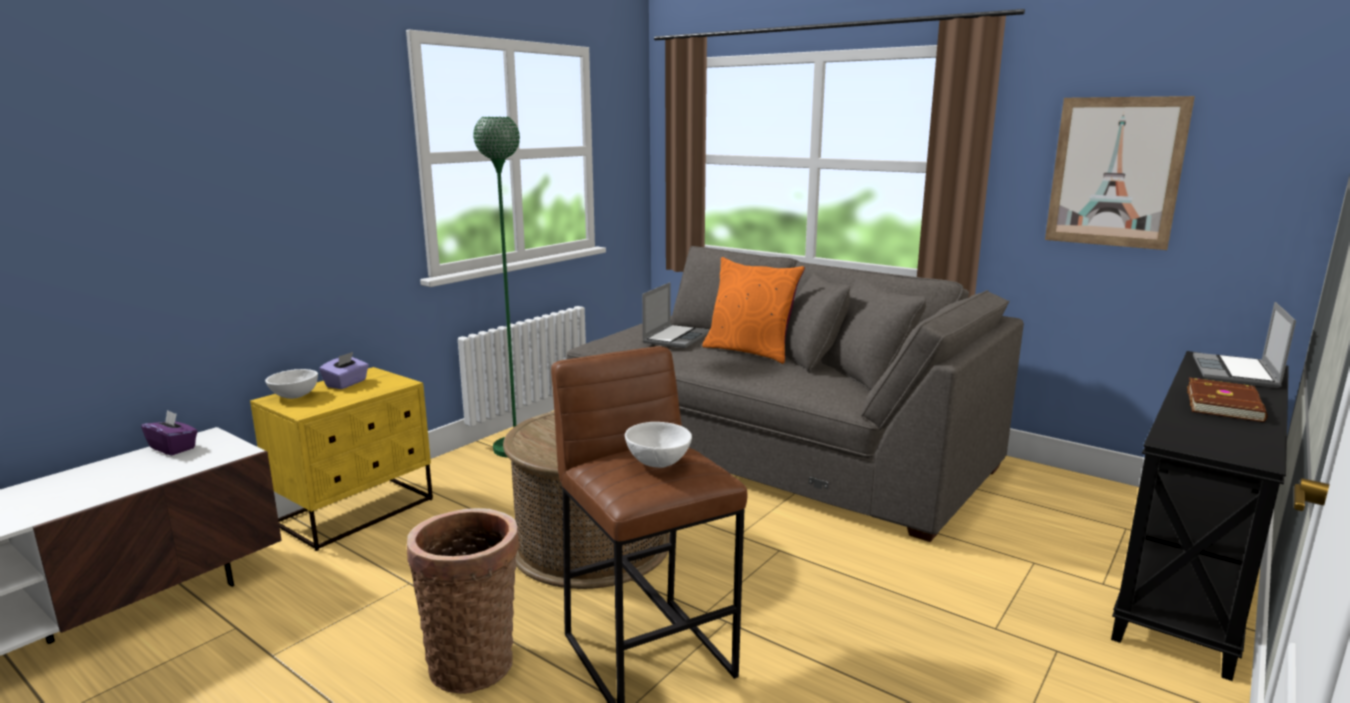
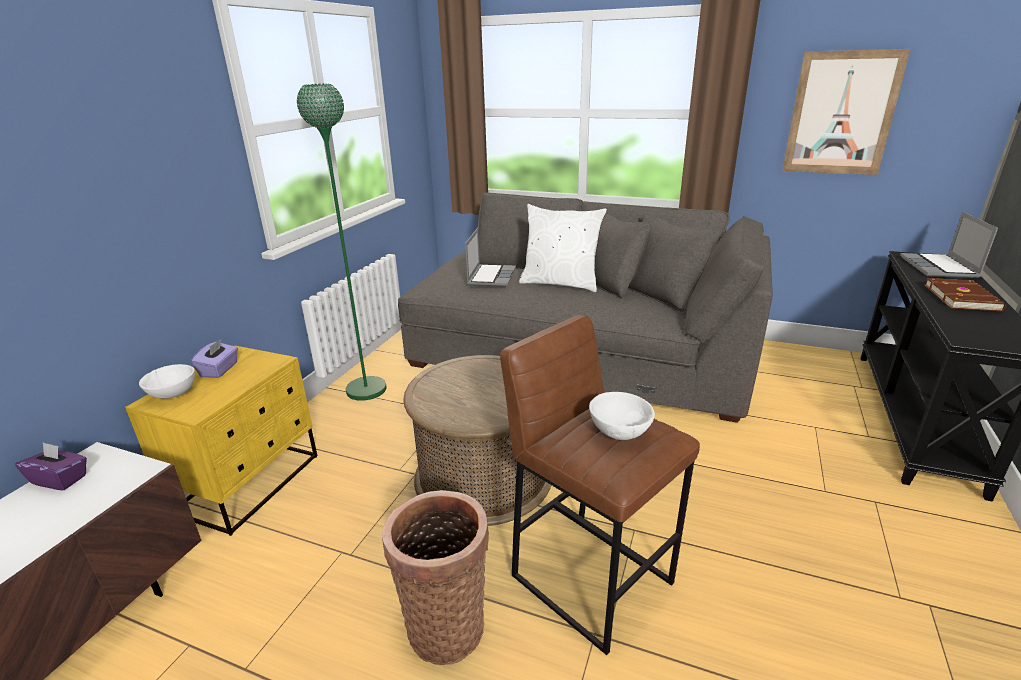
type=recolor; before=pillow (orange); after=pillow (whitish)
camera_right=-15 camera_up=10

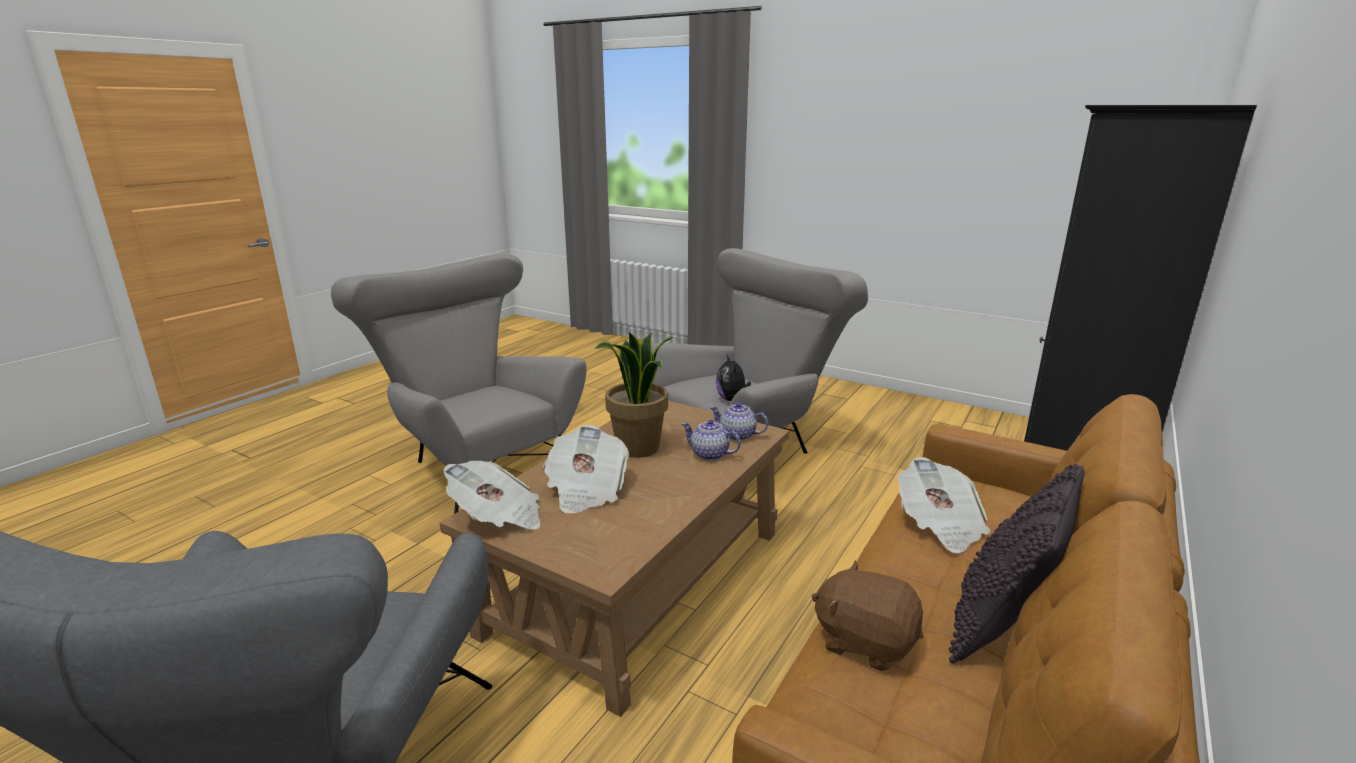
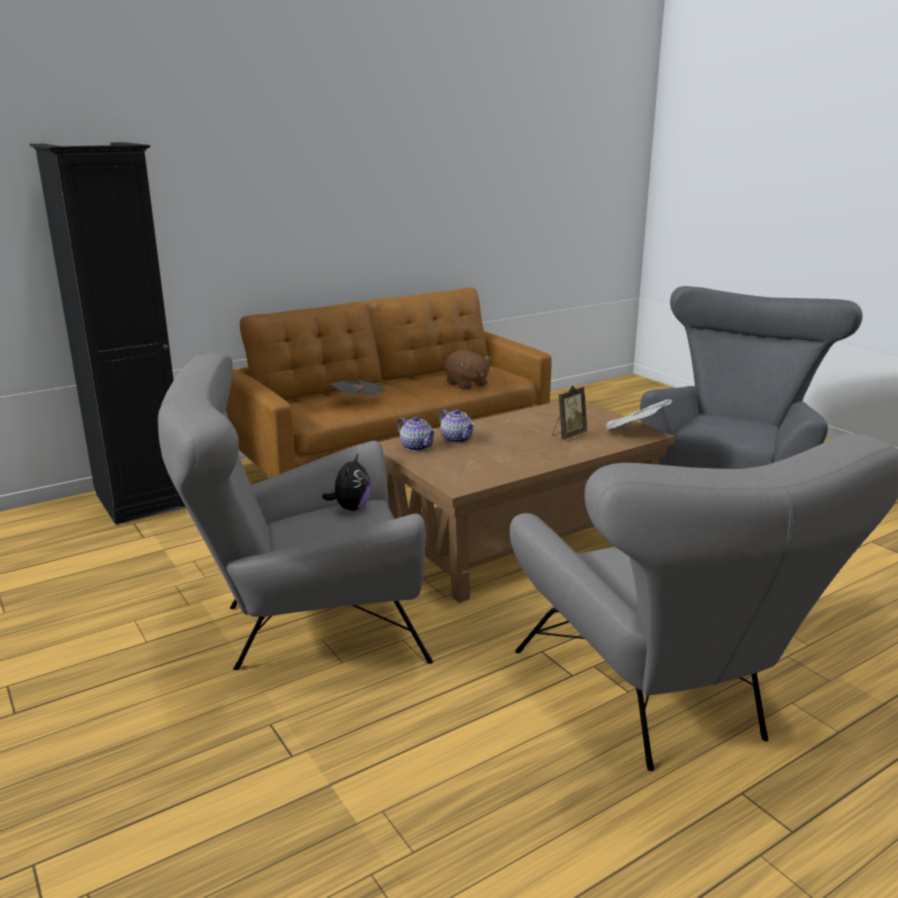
type=delete; before=potted plant
type=delete; before=pillow (black-coloured)
type=replace; before=printed paper (2nd from left); after=photo frame
camera_right=-155 camera_up=0

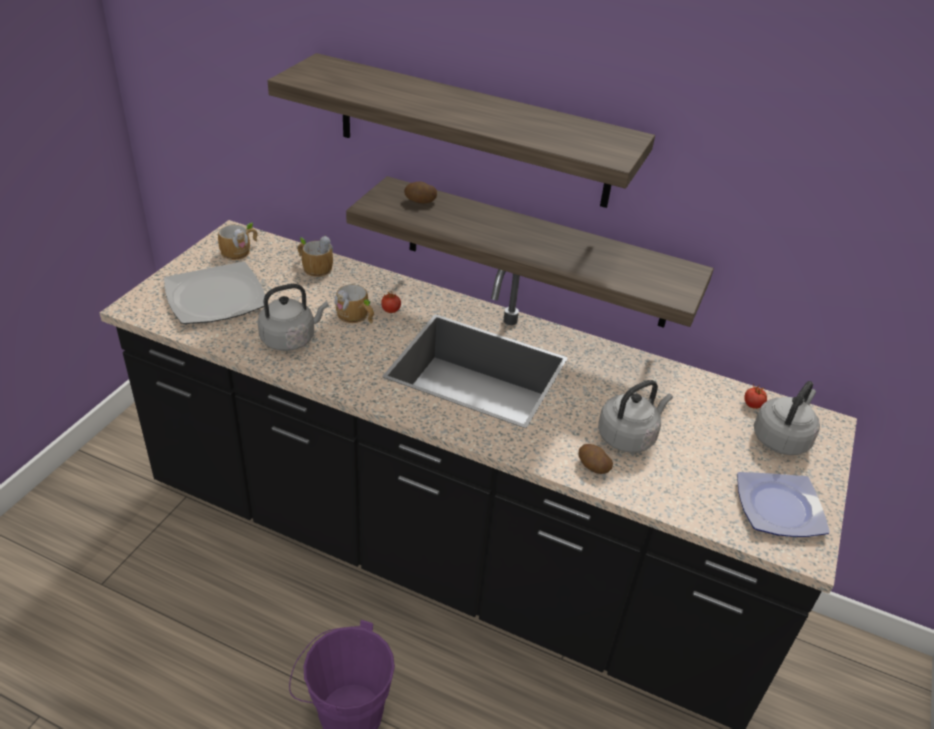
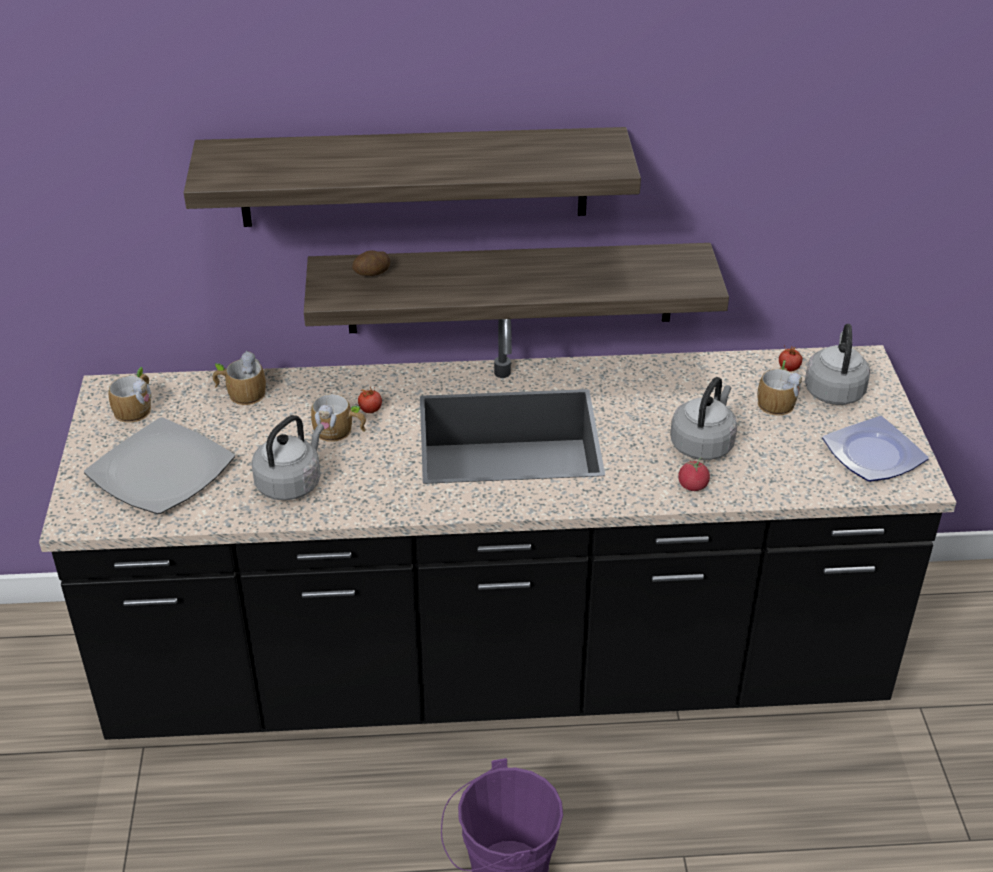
type=insert; after=coffee mug (4th from left)
type=replace; before=spud (2nd from left); after=tomato (2nd from left)
camera_right=-25 camera_up=0

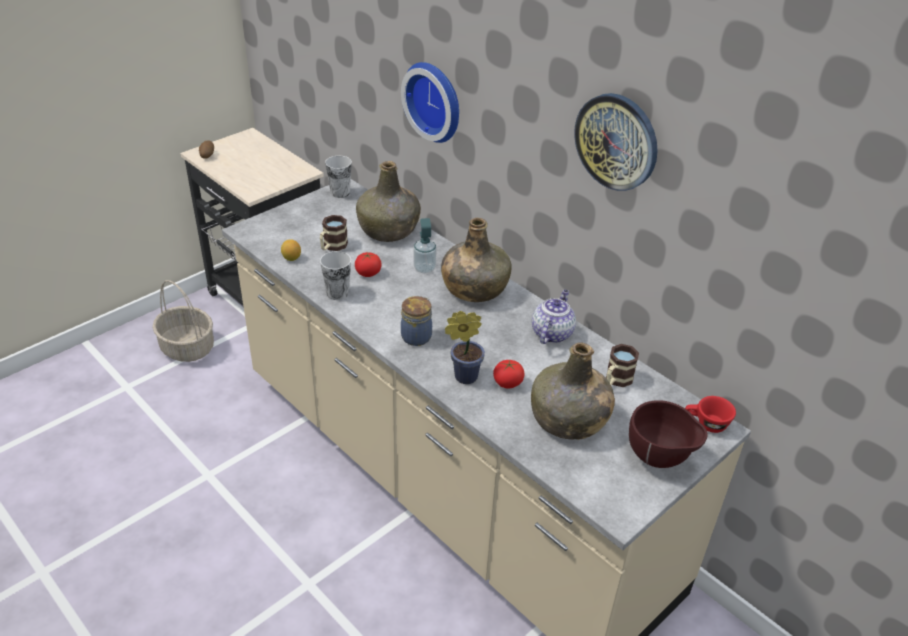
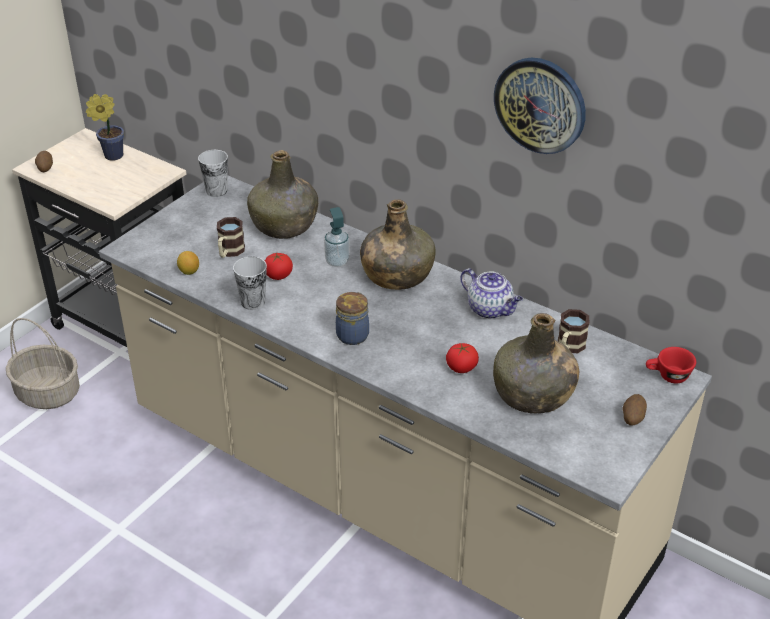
type=delete; before=clock on the wall (1st from left)
type=move; before=potted plant
type=replace; before=bowl (brown-coloured); after=spud (2nd from left)
type=rotate; before=pot for tea; turn=120
camera_right=-10 camera_up=0

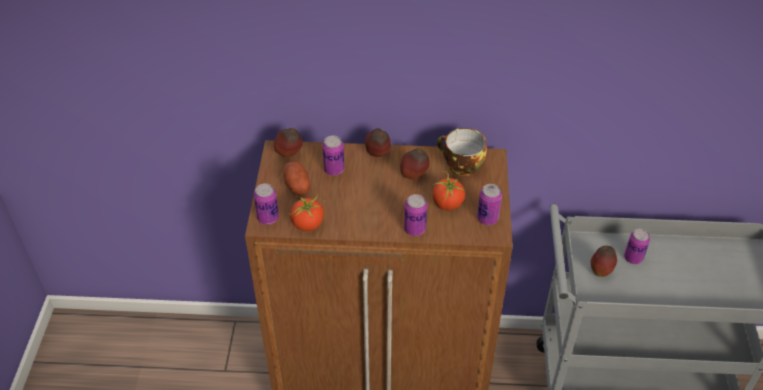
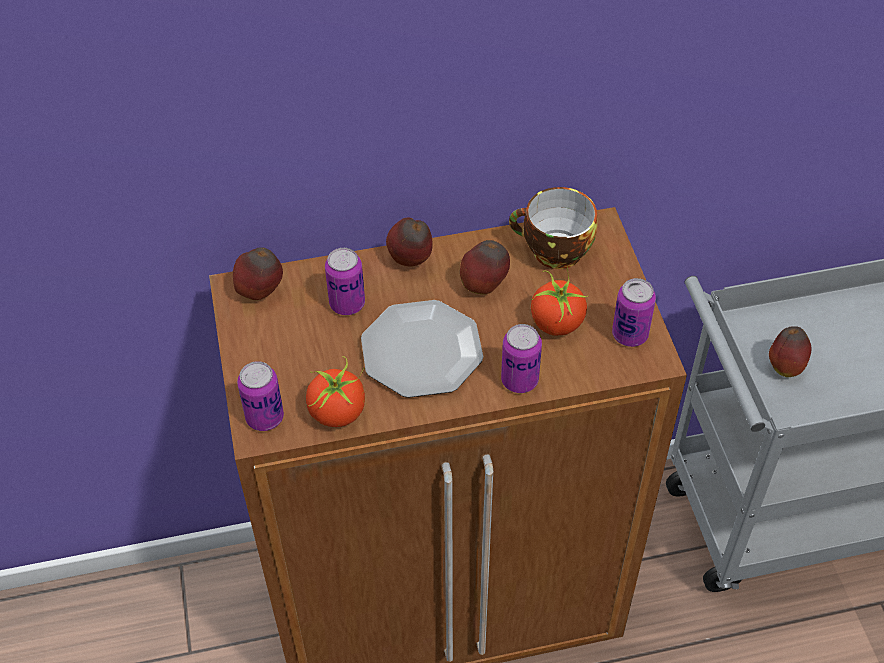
type=delete; before=spud
type=delete; before=sealed can (5th from left)
type=insert; after=plate
camera_right=-15 camera_up=5

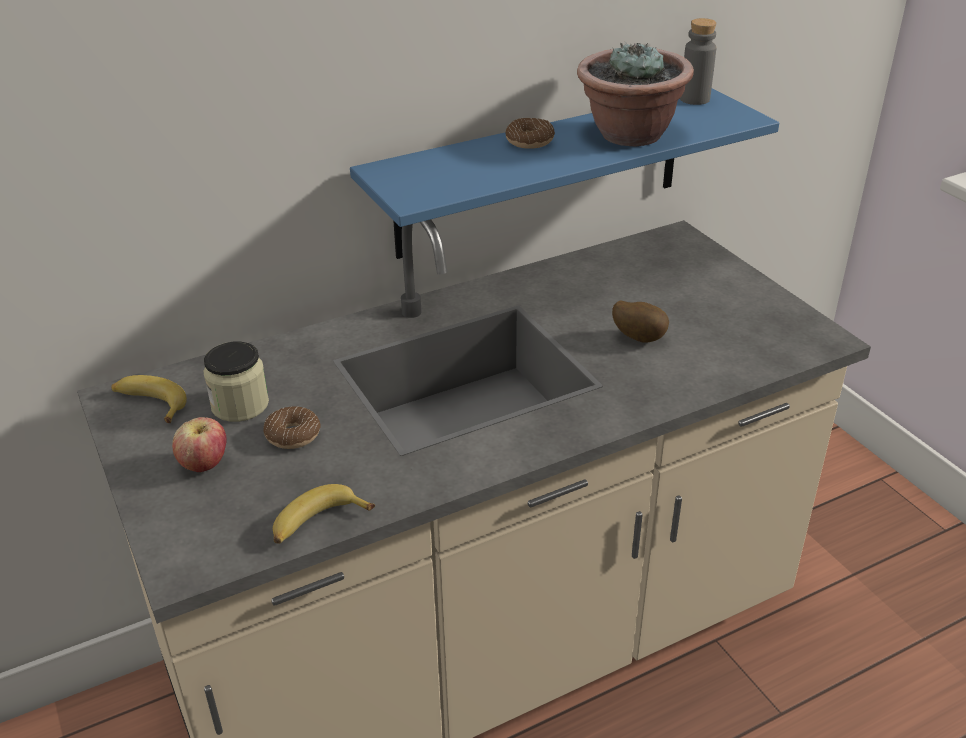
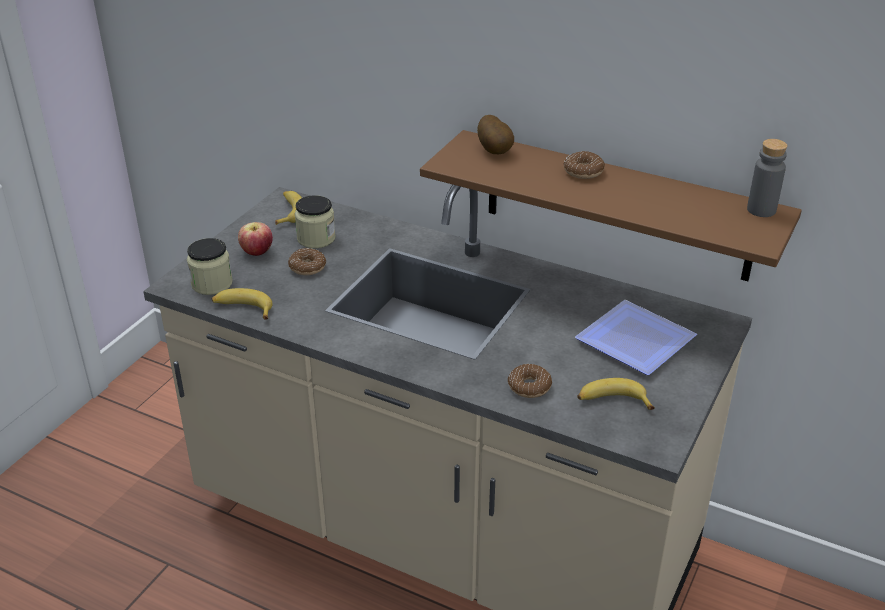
type=delete; before=potted plant
type=insert; after=storage jar (1st from left)
type=insert; after=donut (2nd from left)
type=insert; after=plate
type=insert; after=whole banana (3rd from left)
type=move; before=spud
type=recolor; before=shelf (blue-coloured); after=shelf (brown-coloured)
camera_right=55 camera_up=0

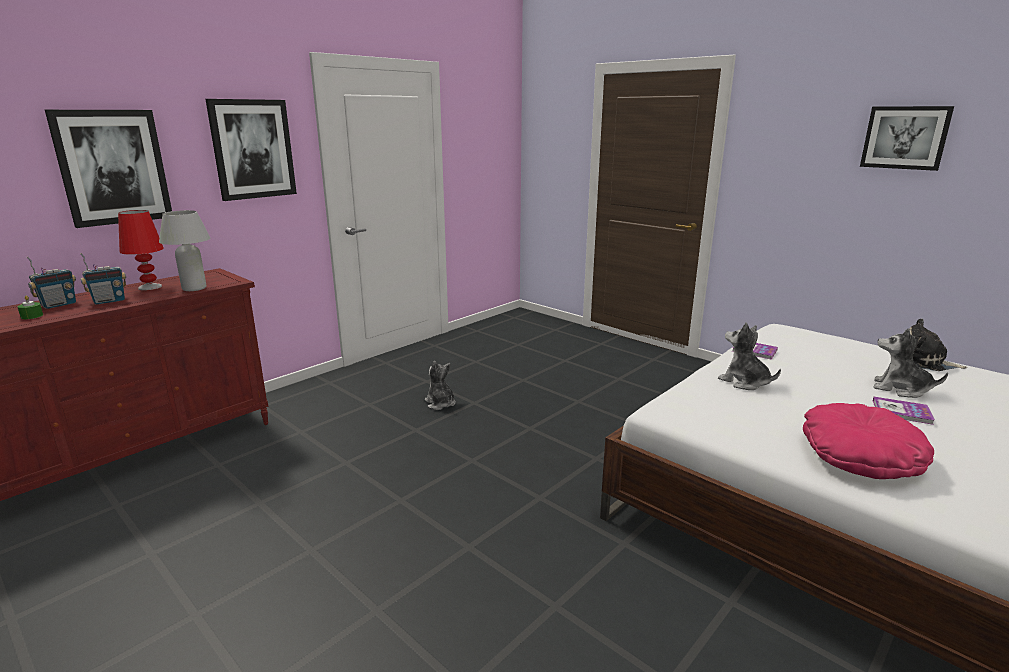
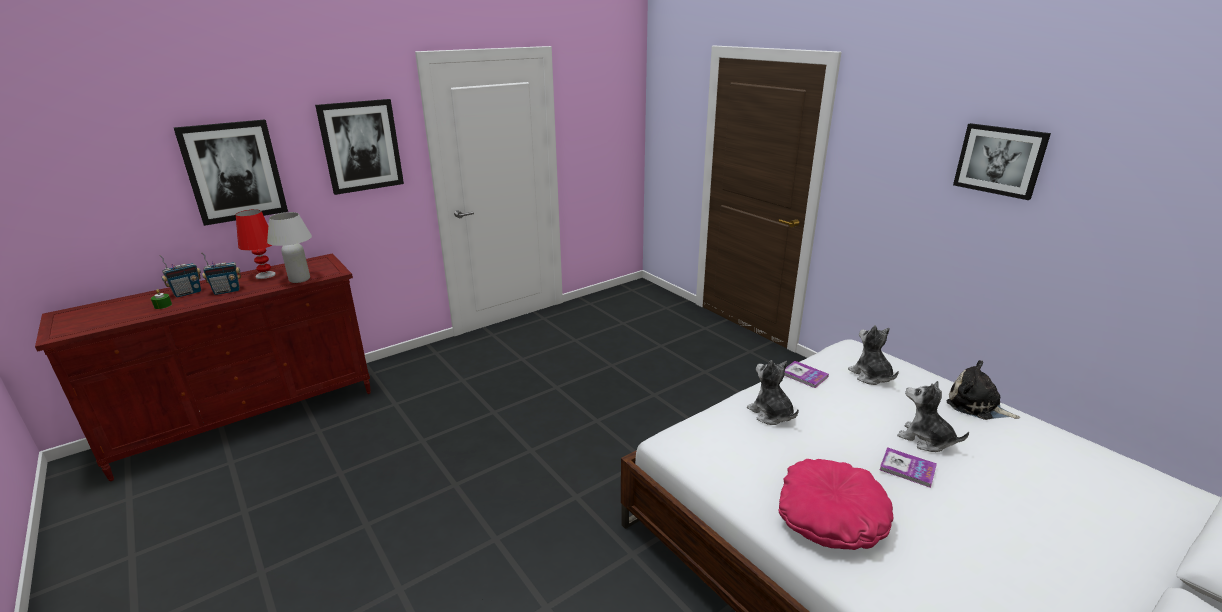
type=move; before=plush toy (1st from left in the first image); after=plush toy (2nd from left)
camera_right=10 camera_up=5

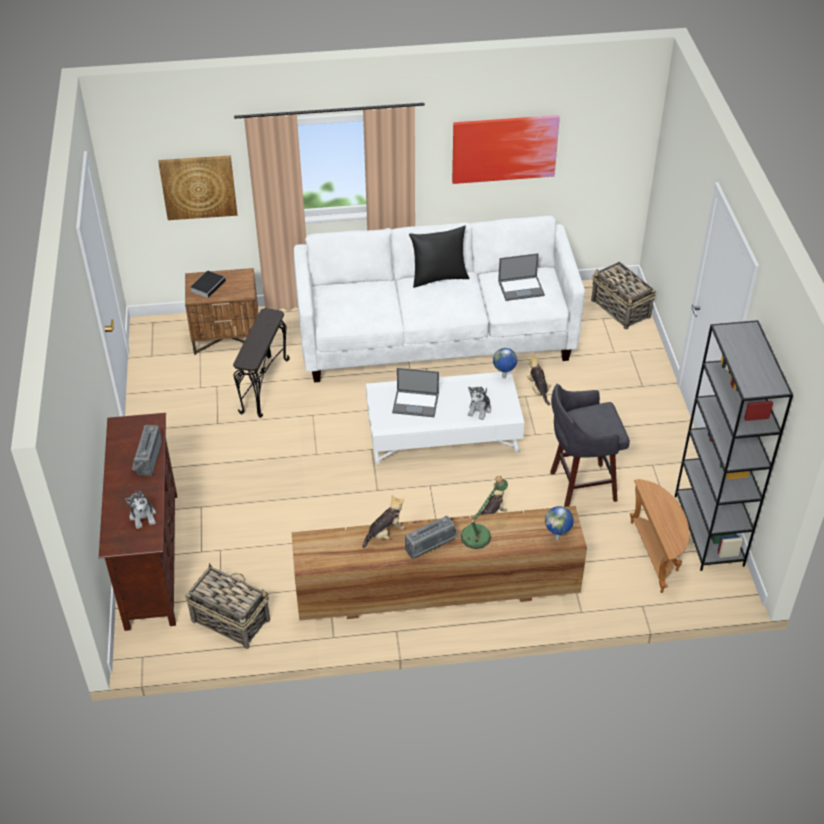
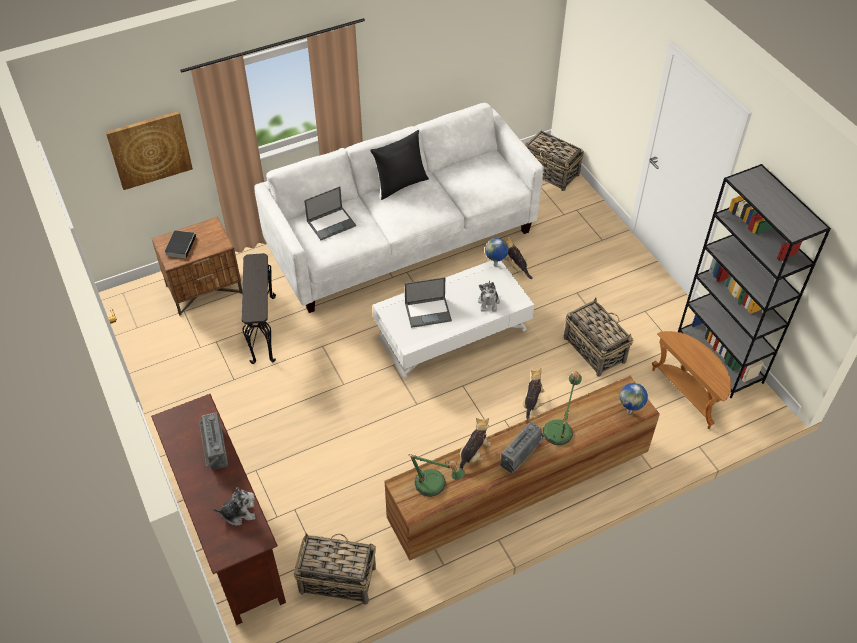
type=delete; before=wall art (2nd from left)
type=insert; after=lamp for a table (1st from left)
type=move; before=laptop (2nd from left in the first image); after=laptop (1st from left)
type=replace; before=stool (grey); after=household basket (3rd from left)
type=rotate; before=plush toy (1st from left); turn=-60
camera_right=-20 camera_up=5

